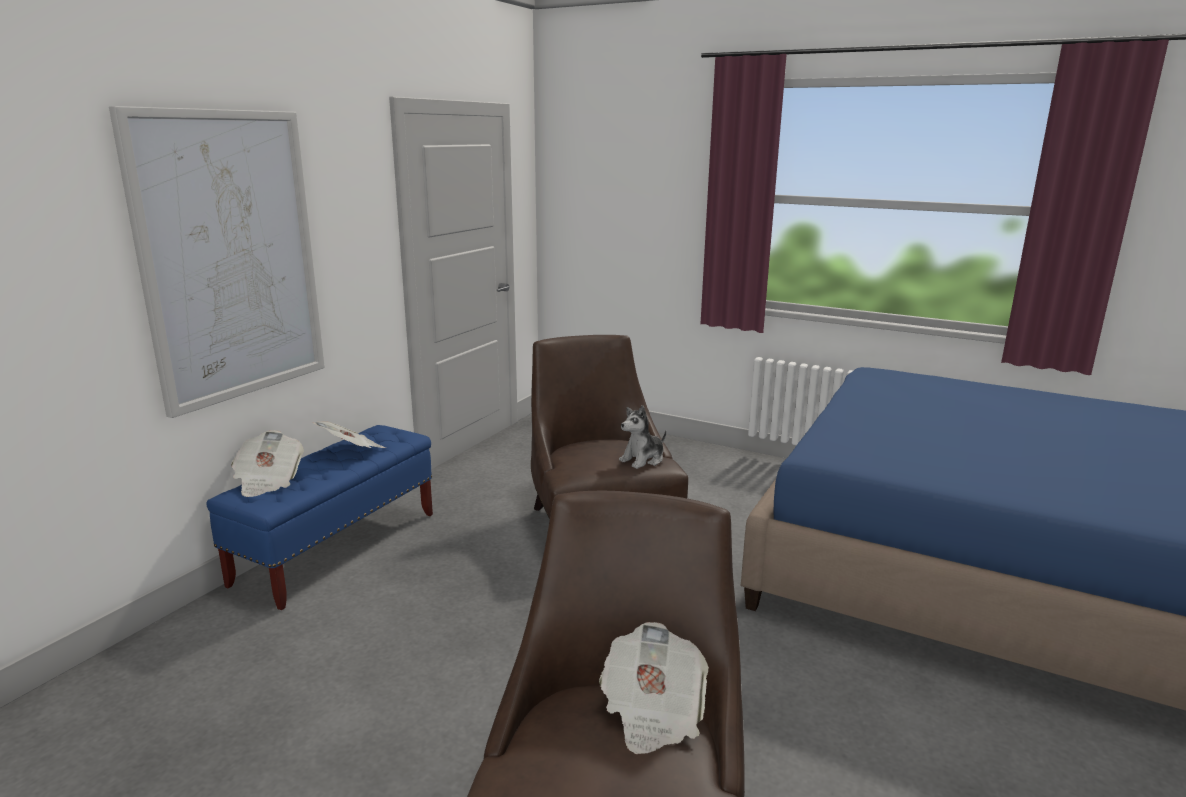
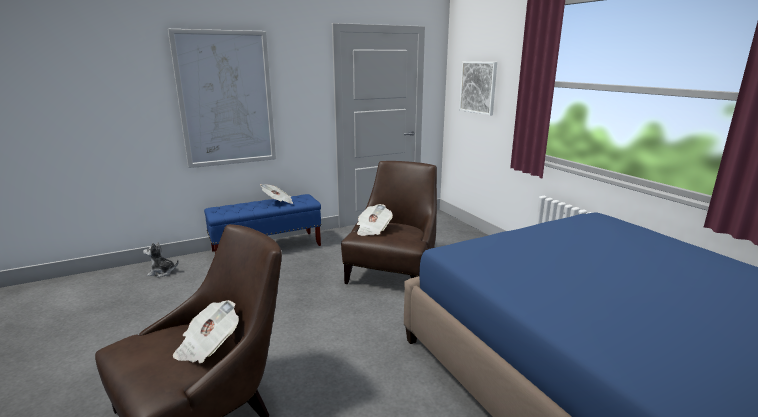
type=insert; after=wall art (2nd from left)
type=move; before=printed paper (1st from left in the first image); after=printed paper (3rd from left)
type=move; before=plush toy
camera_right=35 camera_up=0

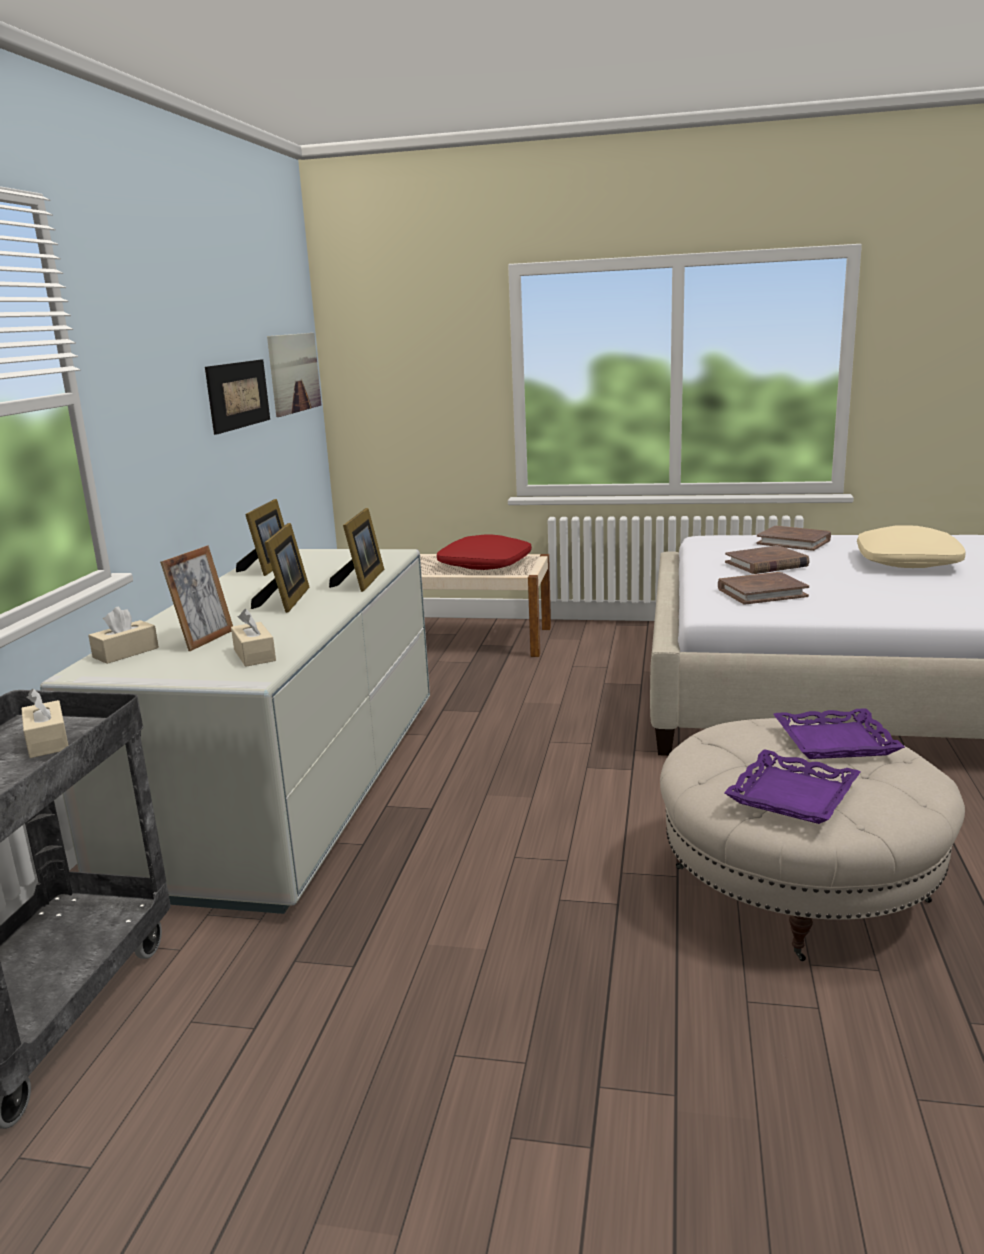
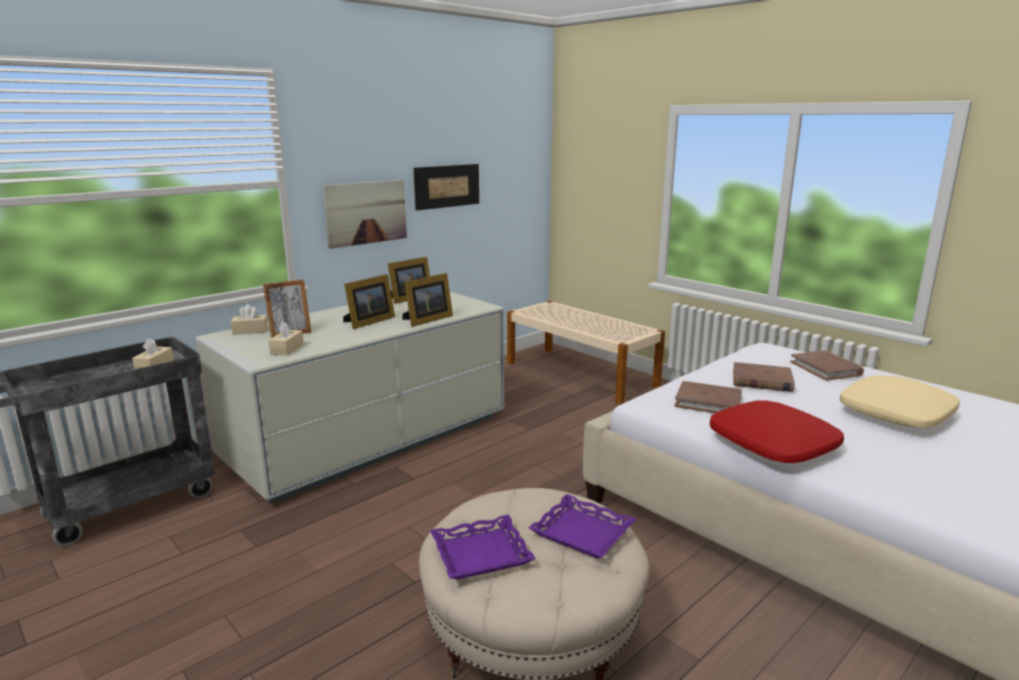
type=move; before=wall art (2nd from left in the first image); after=wall art (1st from left)
type=move; before=pillow (red-coloured)
camera_right=35 camera_up=0

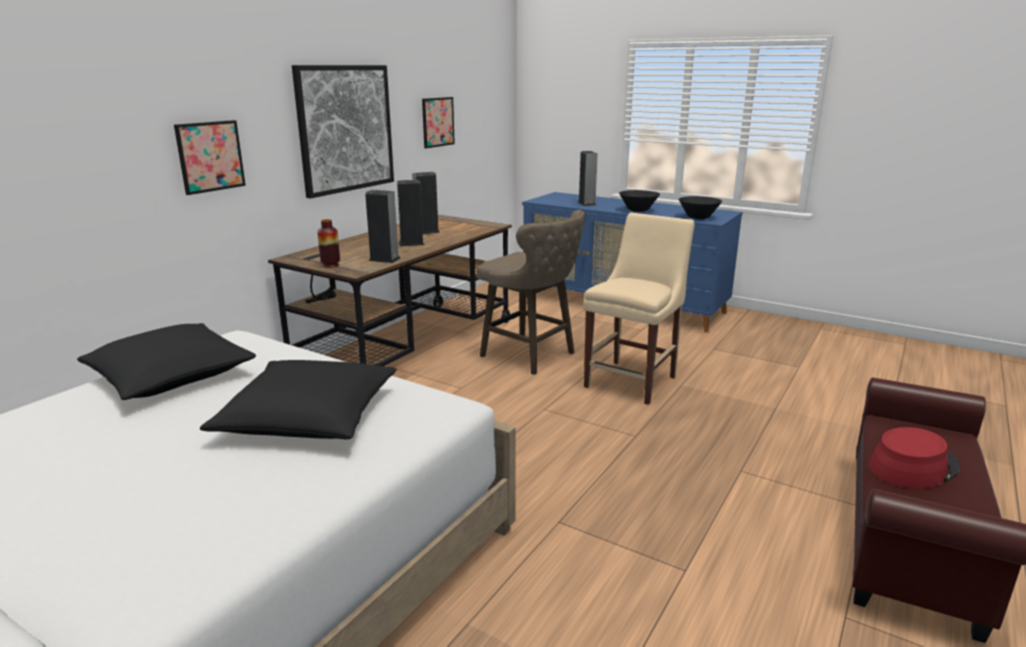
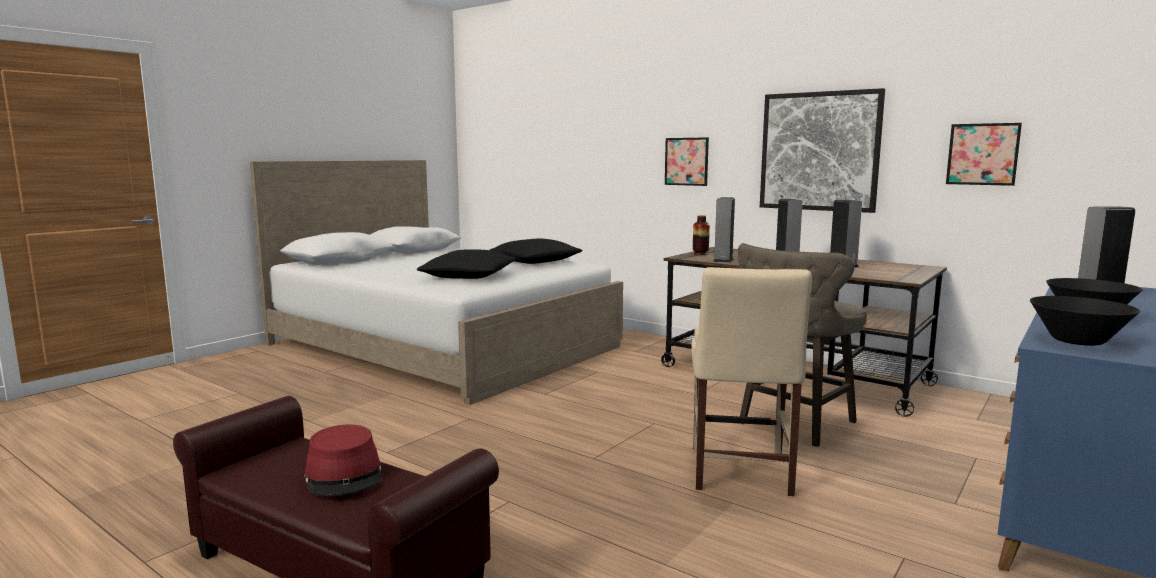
type=rotate; before=plain chair (beige); turn=60
camera_right=95 camera_up=-10

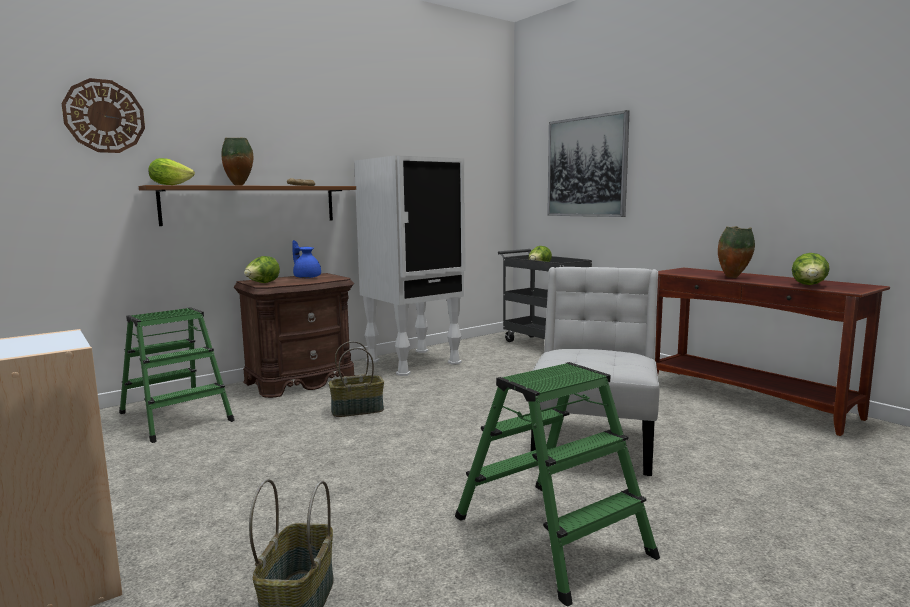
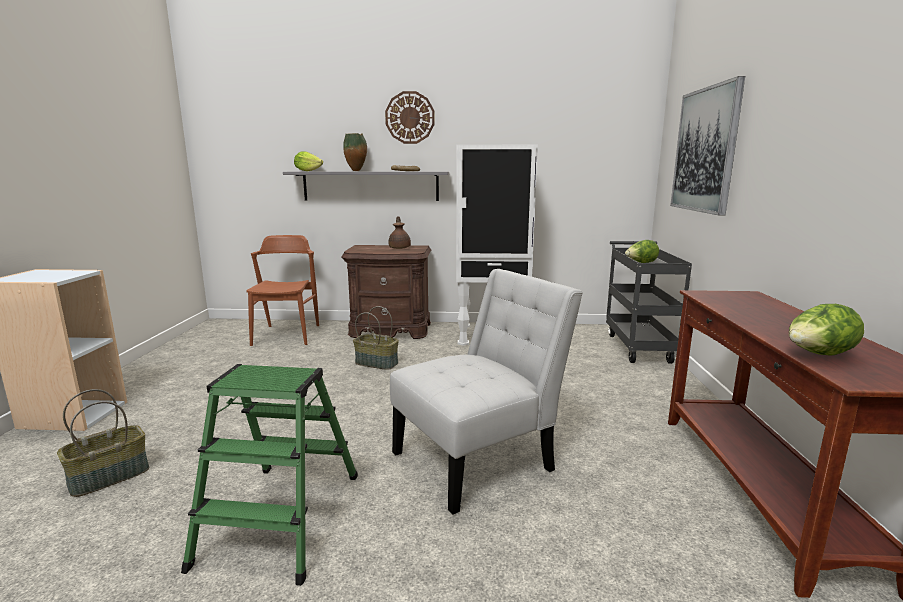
type=delete; before=lettuce (2nd from left)
type=delete; before=flower vase (2nd from left)
type=move; before=clock on the wall
type=replace; before=step stool (greenish) (1st from left); after=plain chair (brown-coloured)
type=recolor; before=shelf (brown-coloured); after=shelf (grey)
type=recolor; before=pot for tea (blue-coloured); after=pot for tea (brown-coloured)
camera_right=40 camera_up=5

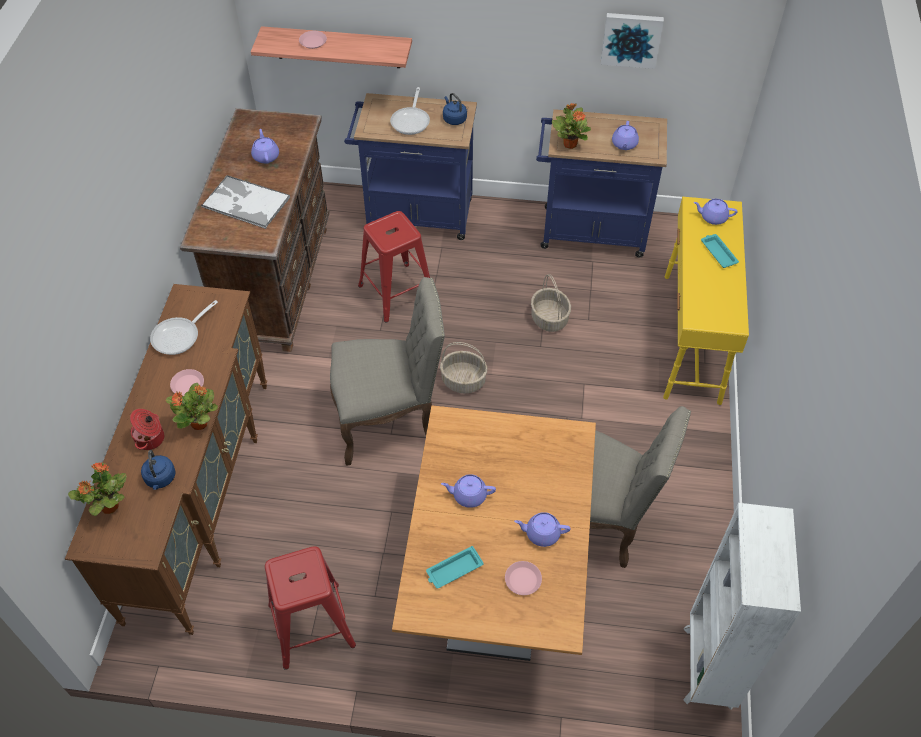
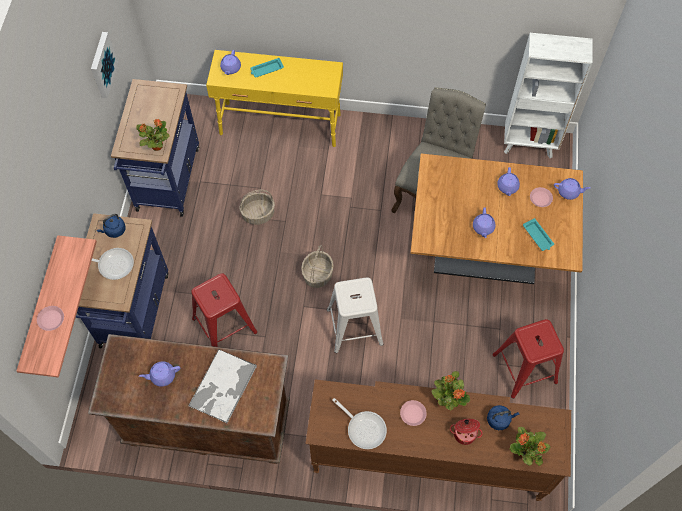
type=move; before=pot for tea (purple) (4th from left in the first image); after=pot for tea (purple) (5th from left)
type=replace; before=plain chair (grey) (1st from left); after=stool (whitish)
camera_right=-90 camera_up=10

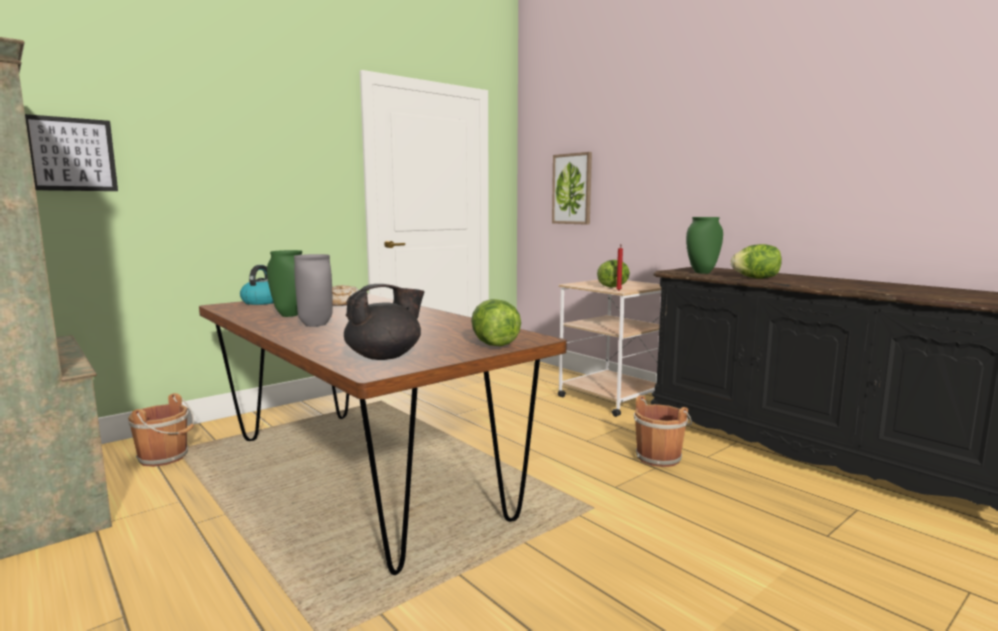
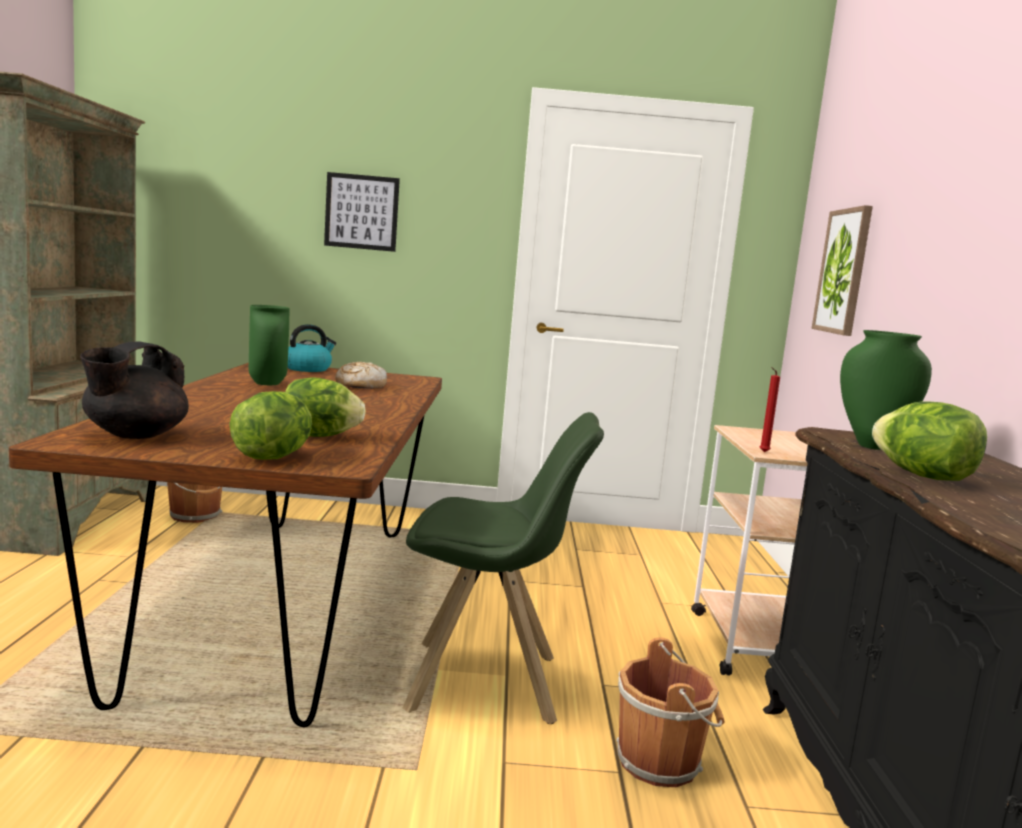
type=delete; before=flower vase (grey)
type=insert; after=plain chair (greenish)
type=move; before=wall art (1st from left)
type=move; before=lettuce (2nd from left)
type=rotate; before=pot for tea (black-coloured); turn=105
camera_right=40 camera_up=0

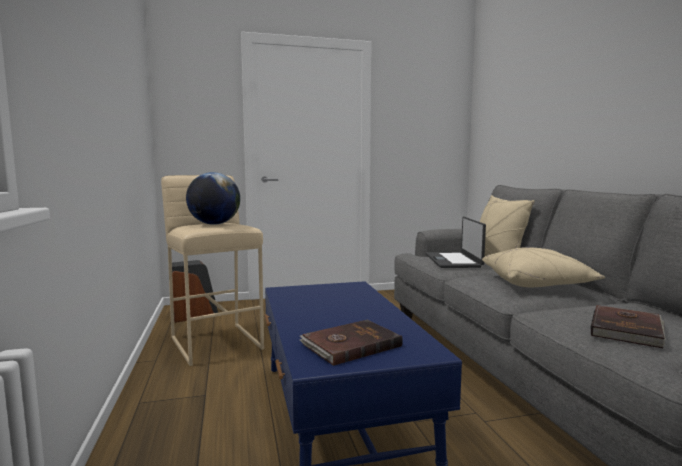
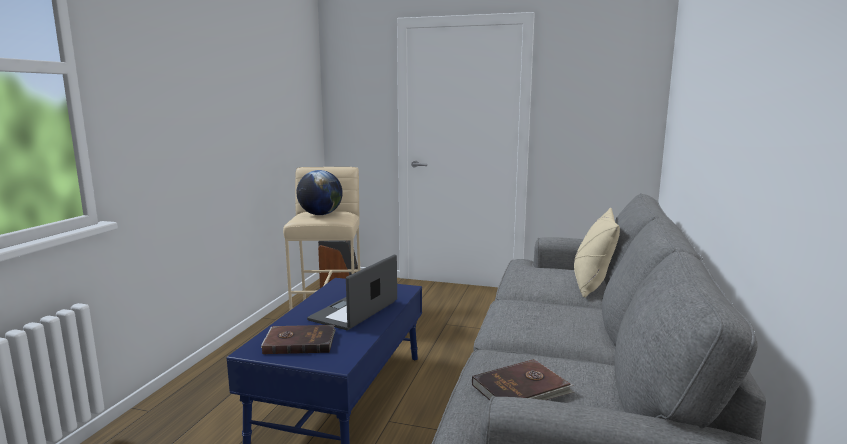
type=delete; before=pillow (beige) (2nd from left)
type=move; before=laptop
camera_right=30 camera_up=5

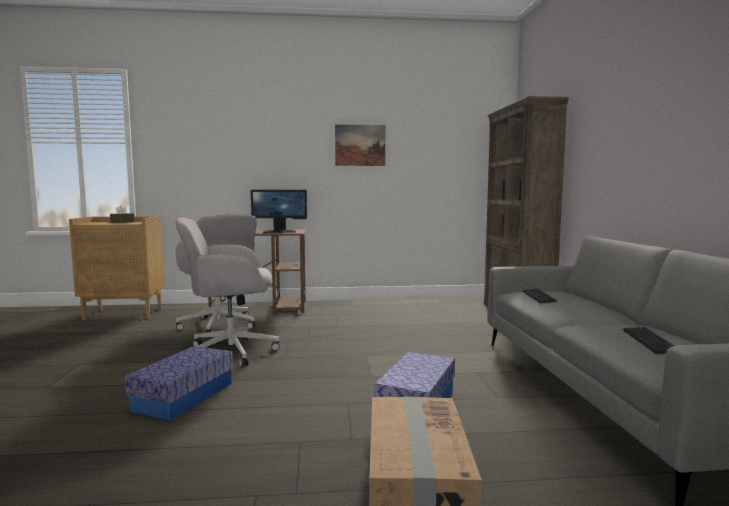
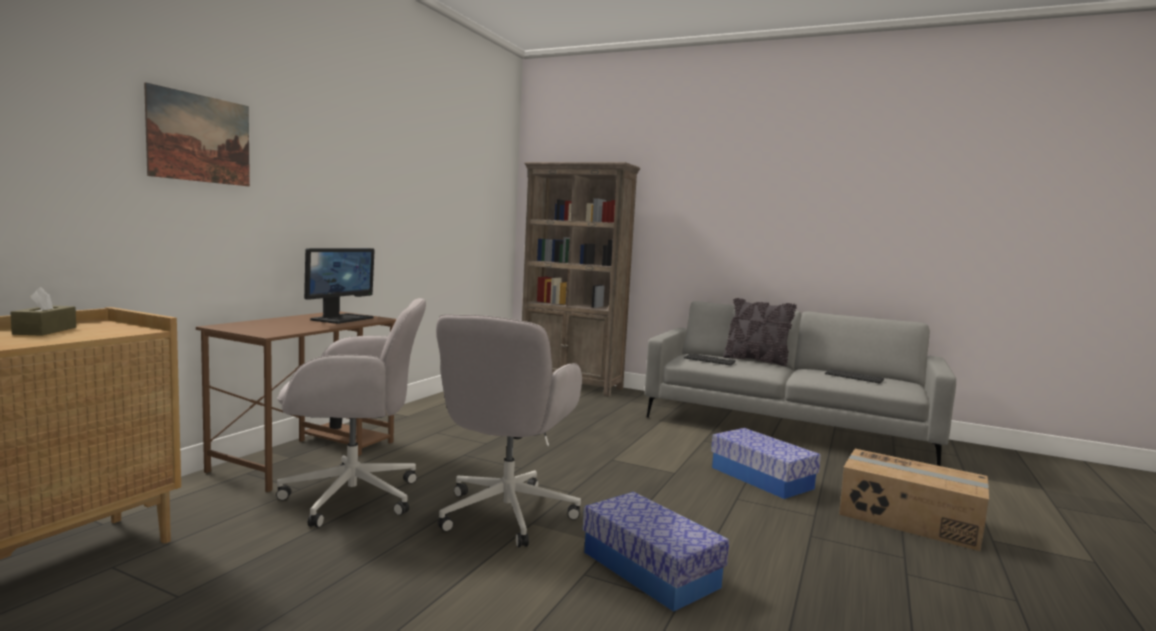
type=insert; after=pillow (black-coloured)
type=move; before=wall art
camera_right=-60 camera_up=0

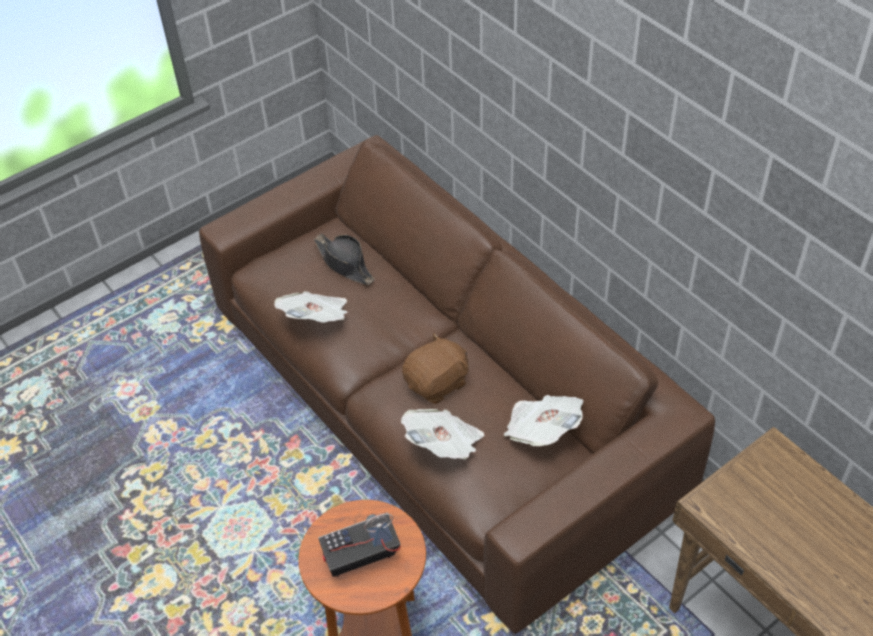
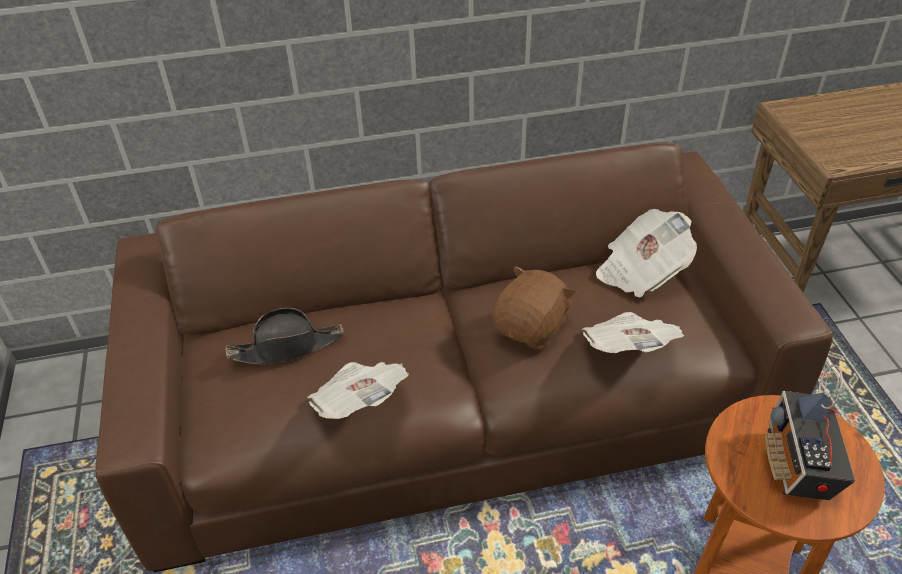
type=rotate; before=plush toy (brown-coloured); turn=45
camera_right=-65 camera_up=-5

